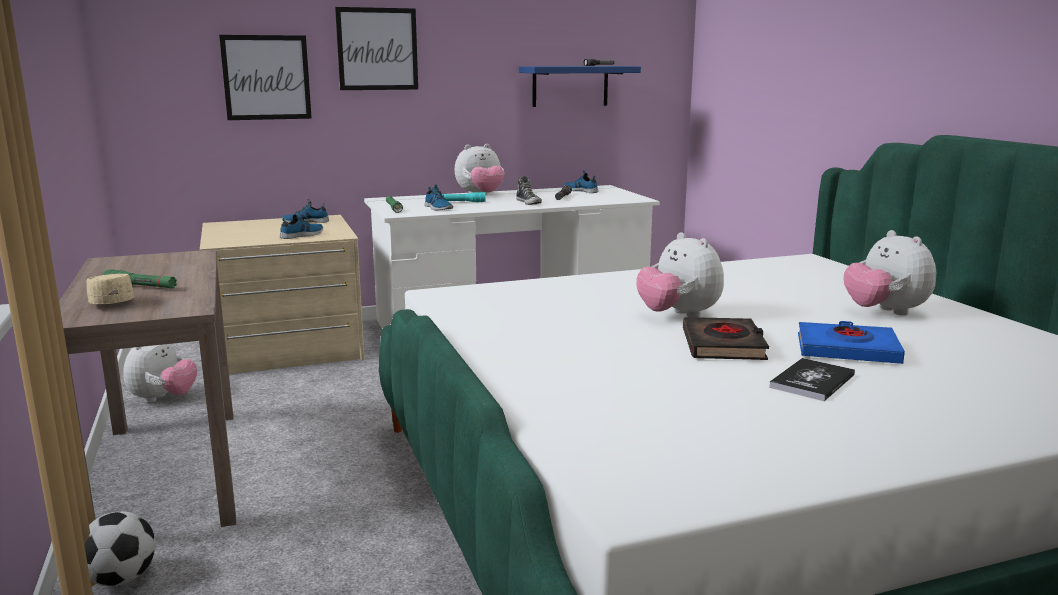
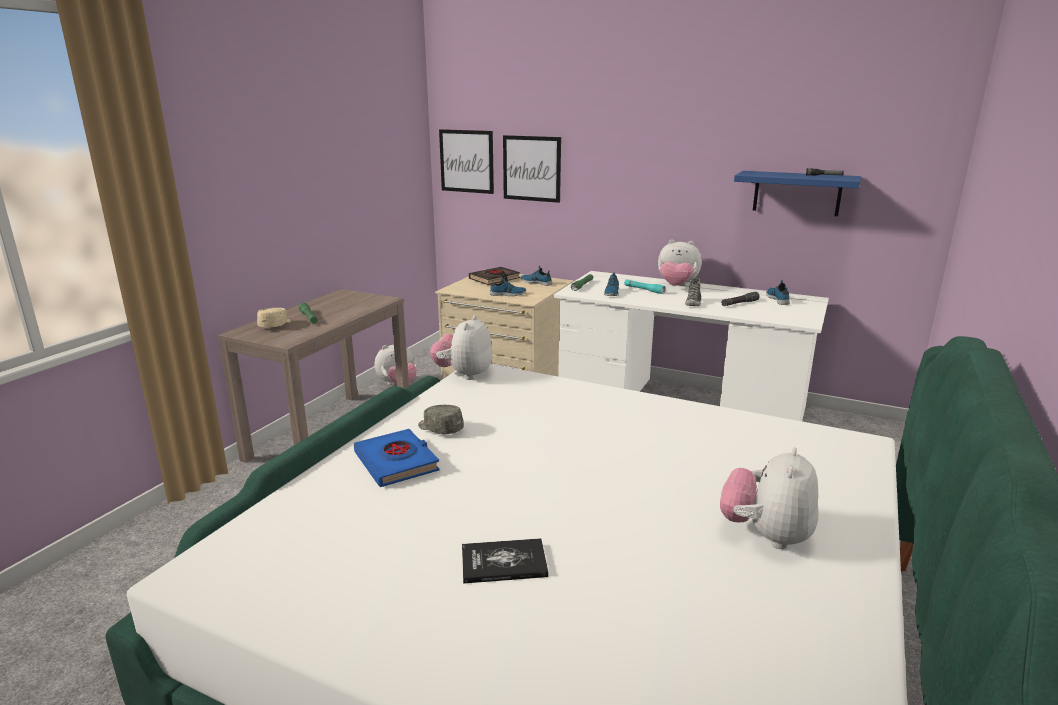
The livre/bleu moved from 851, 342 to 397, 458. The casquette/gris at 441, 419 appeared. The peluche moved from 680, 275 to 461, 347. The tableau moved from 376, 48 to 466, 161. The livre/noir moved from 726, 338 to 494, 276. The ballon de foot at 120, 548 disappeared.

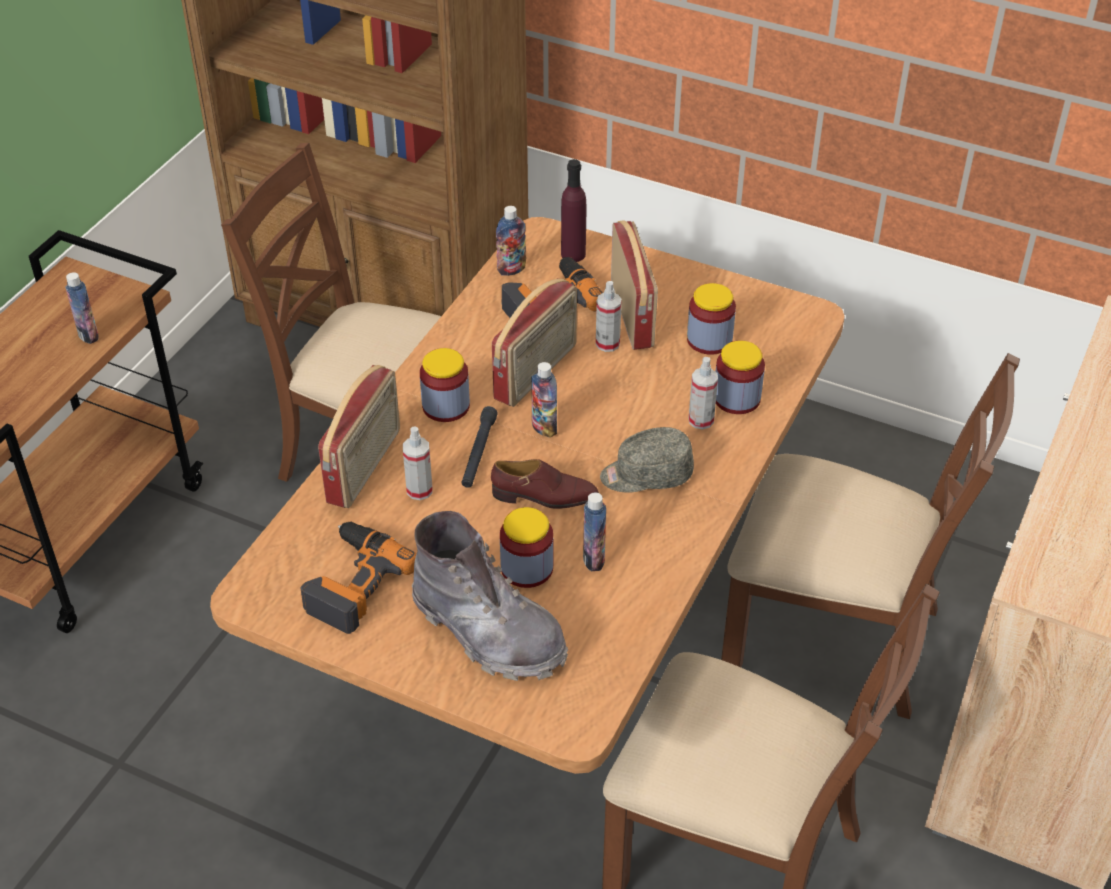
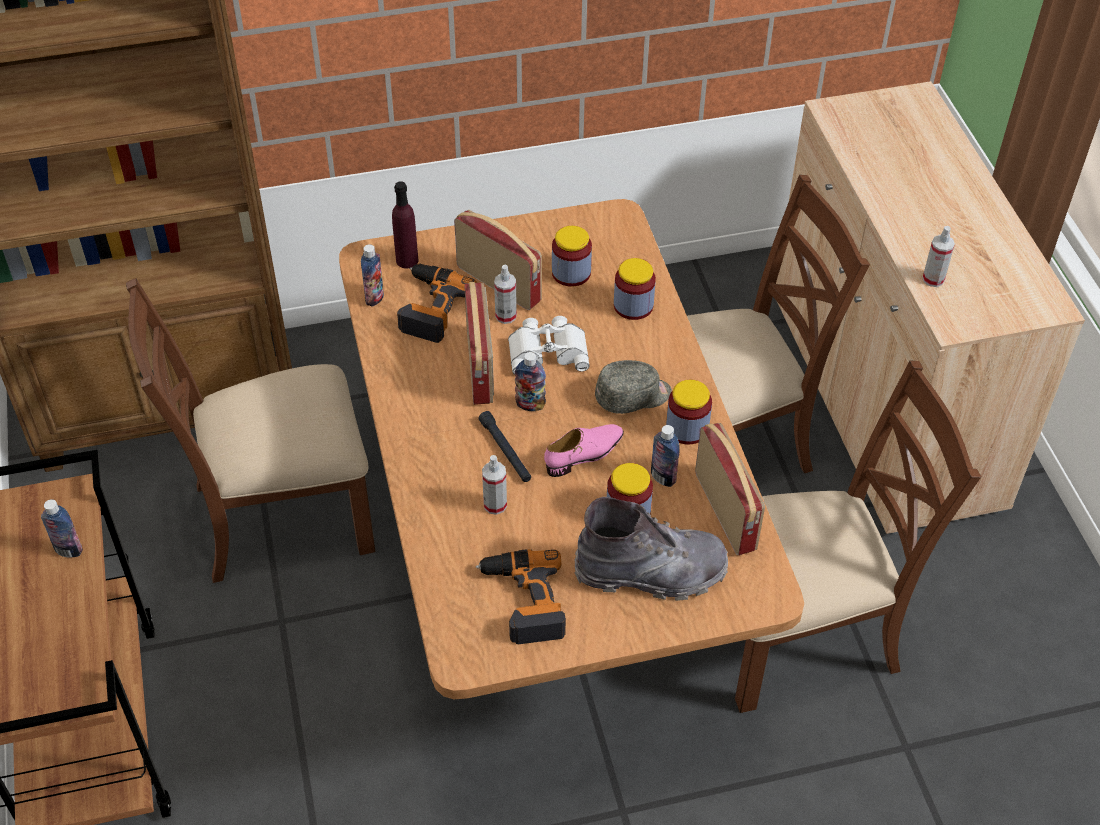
The jumelles/blanc at 548, 345 appeared. The chaussure/marron at 545, 484 became the chaussure/rose at 584, 450. The casquette/gris at 647, 460 turned 150 degrees counterclockwise. The bocal moved from 445, 385 to 689, 412. The radio moved from 359, 436 to 730, 489. The vaporisateur moved from 703, 393 to 938, 256.

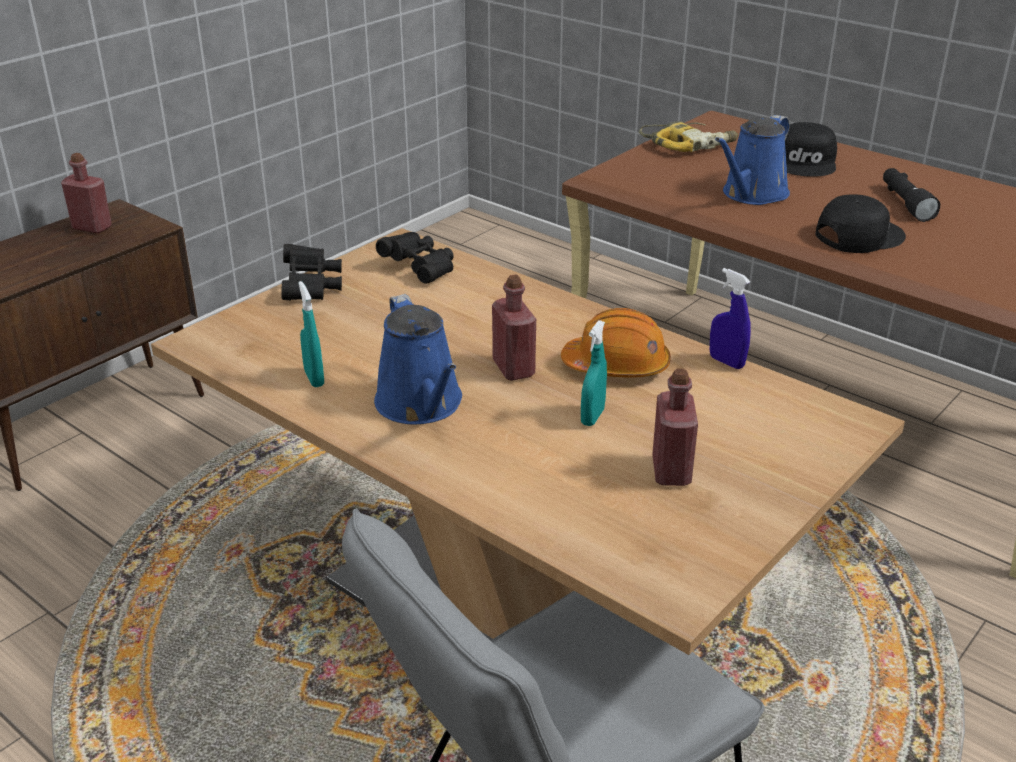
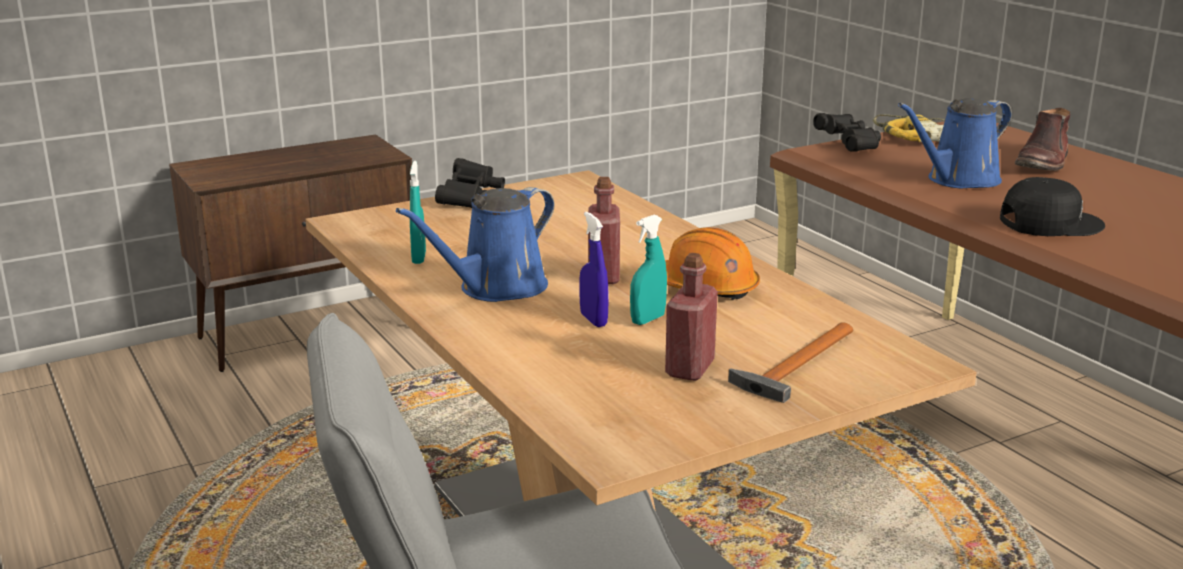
The arrosoir/bleu at 418, 359 turned 45 degrees clockwise. The vaporisateur/bleu moved from 730, 318 to 594, 269. The marteau at 790, 362 appeared. The jumelles/noir moved from 414, 258 to 847, 132. The casquette/noir at 811, 149 was replaced by the botte/marron at 1042, 139. The bouteille/rouge at 86, 193 disappeared. The lampe de poche/noir at 912, 195 disappeared.

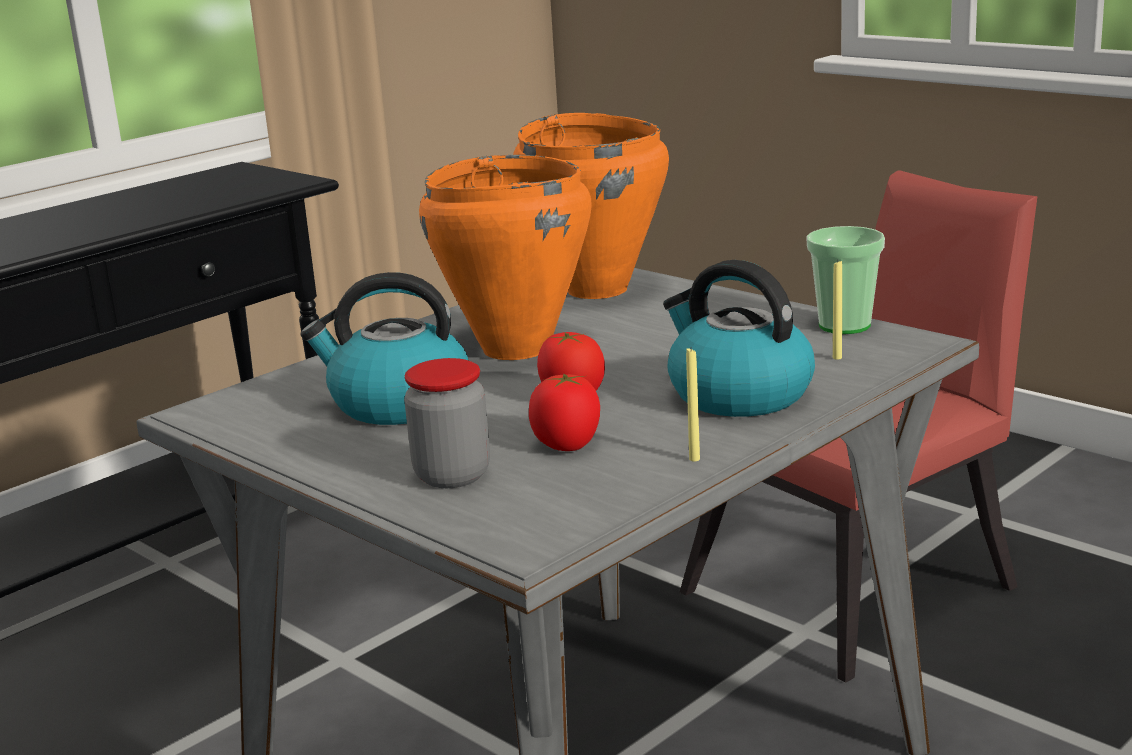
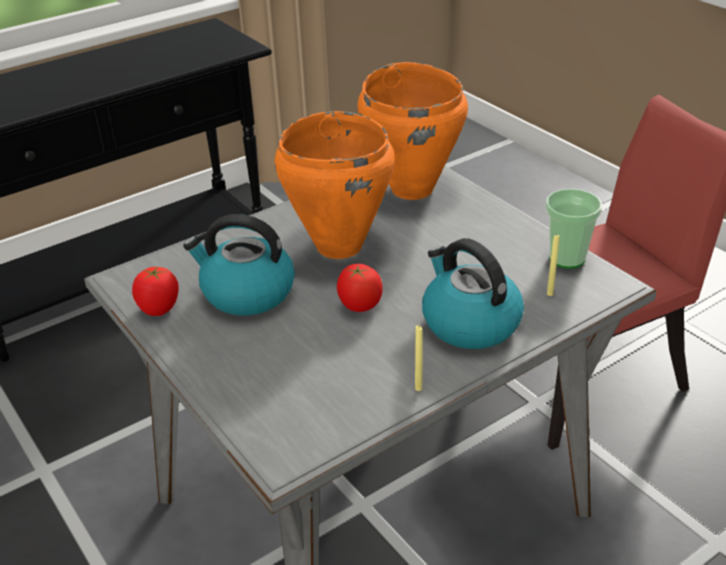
The tomate moved from 564, 412 to 155, 291. The bocal at 447, 423 disappeared.

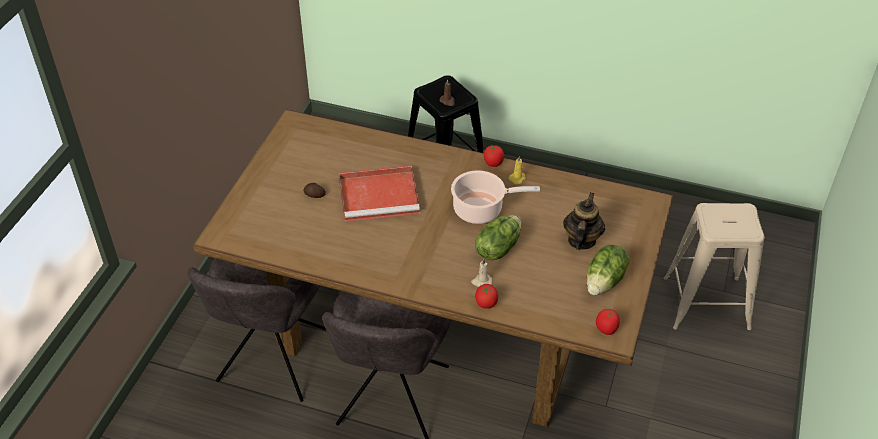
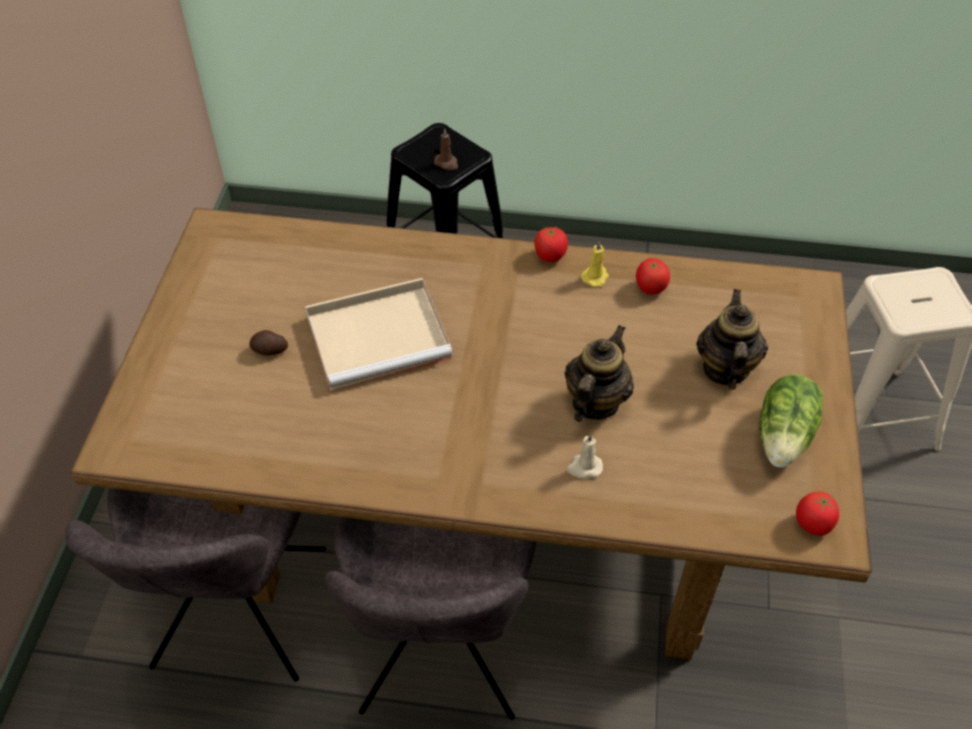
The plateau/rouge at 379, 193 became the plateau/beige at 378, 334. The laitue at 498, 237 was replaced by the théière at 599, 373. The tomate moved from 486, 296 to 653, 276. The marmite at 495, 197 disappeared.

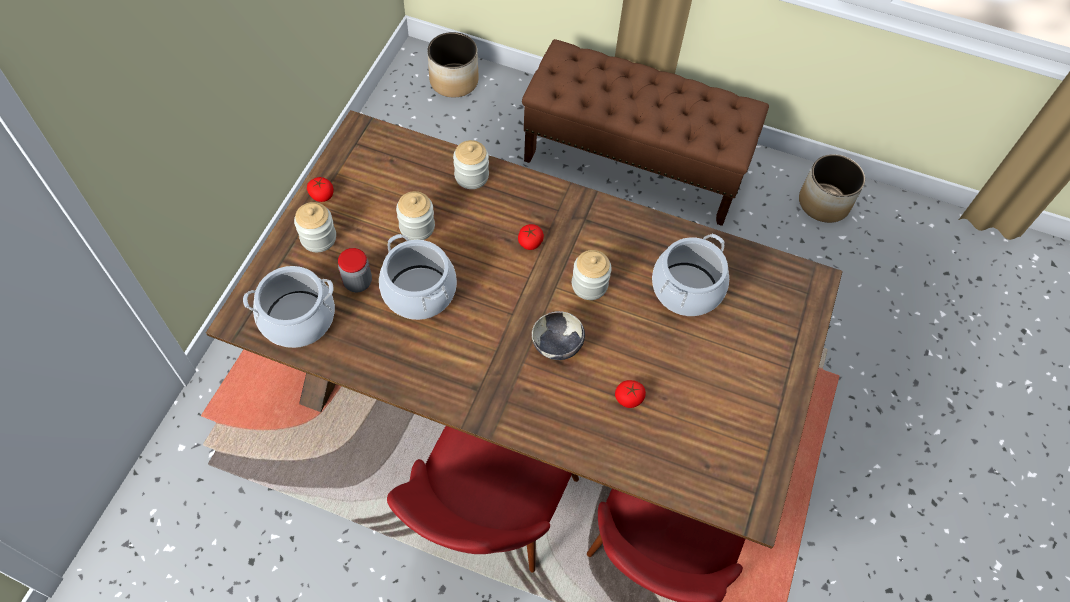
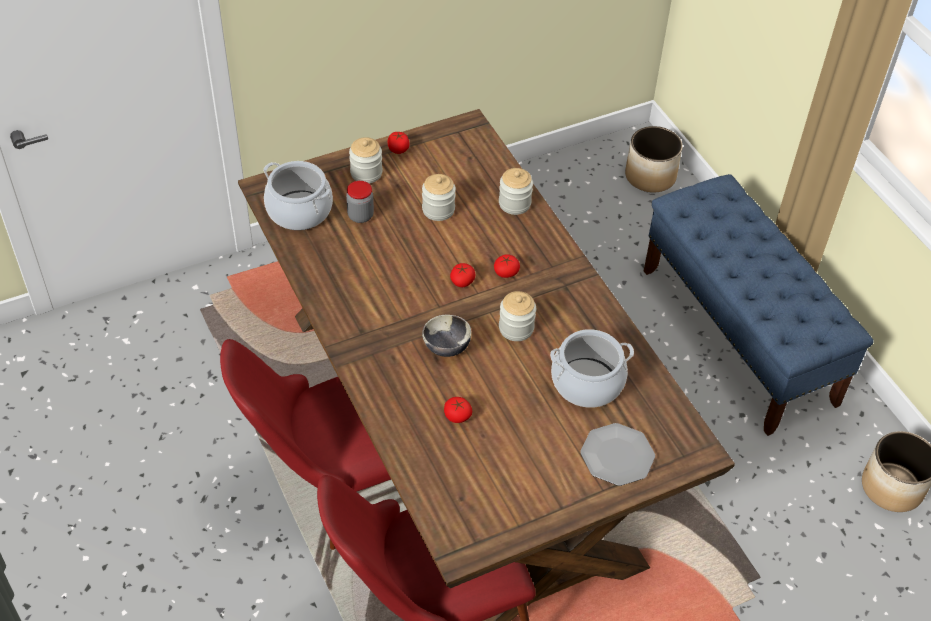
The tomate at 462, 275 appeared. The assiette at 617, 454 appeared. The banc/marron at 645, 132 became the banc/bleu at 759, 305. The marmite at 418, 277 disappeared.

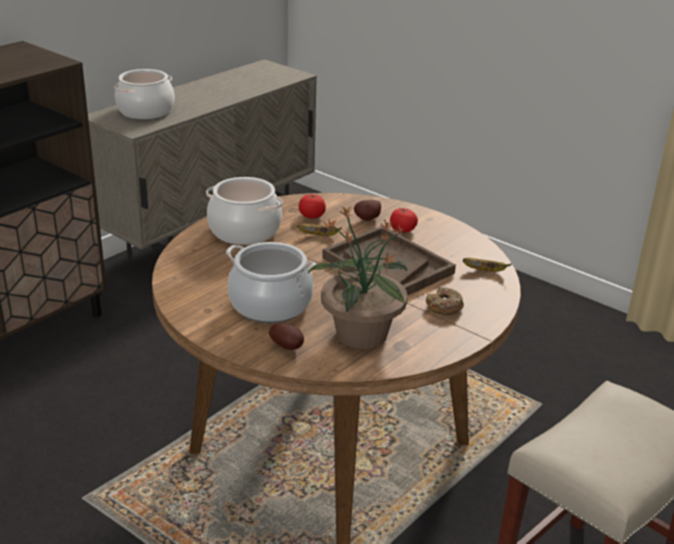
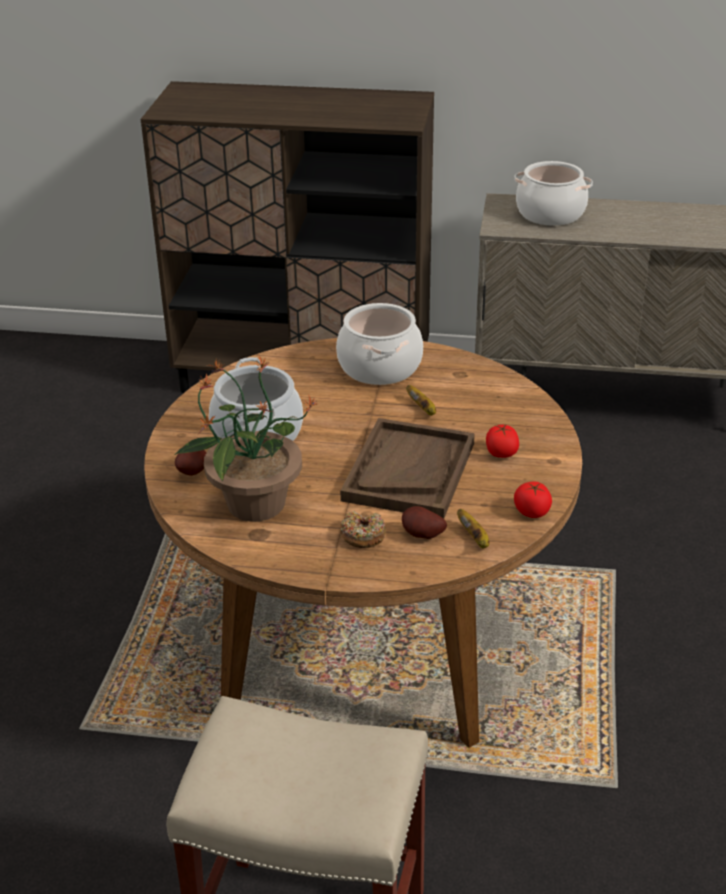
The pomme de terre moved from 367, 210 to 424, 522. The tomate moved from 312, 206 to 533, 499.

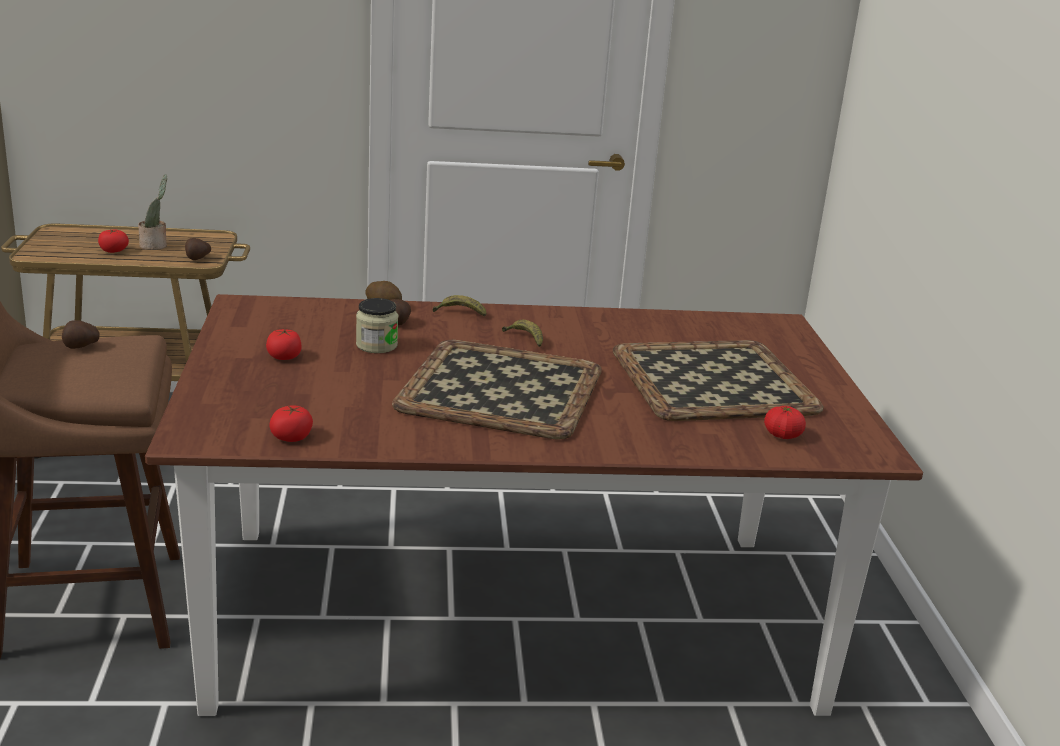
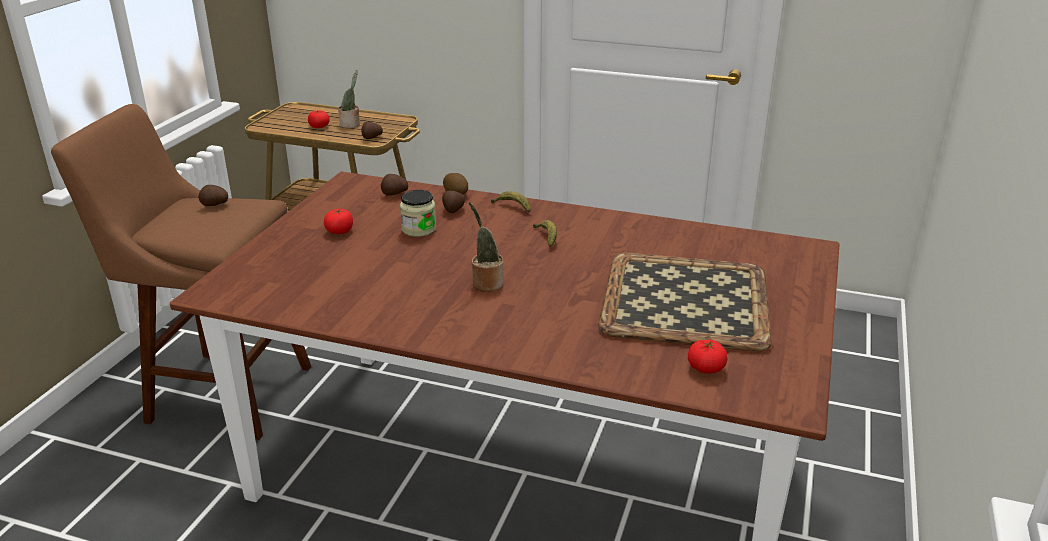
The pomme de terre at 394, 184 appeared. The plateau at 497, 390 was replaced by the plante en pot at 486, 246. The tomate at 291, 423 disappeared.

